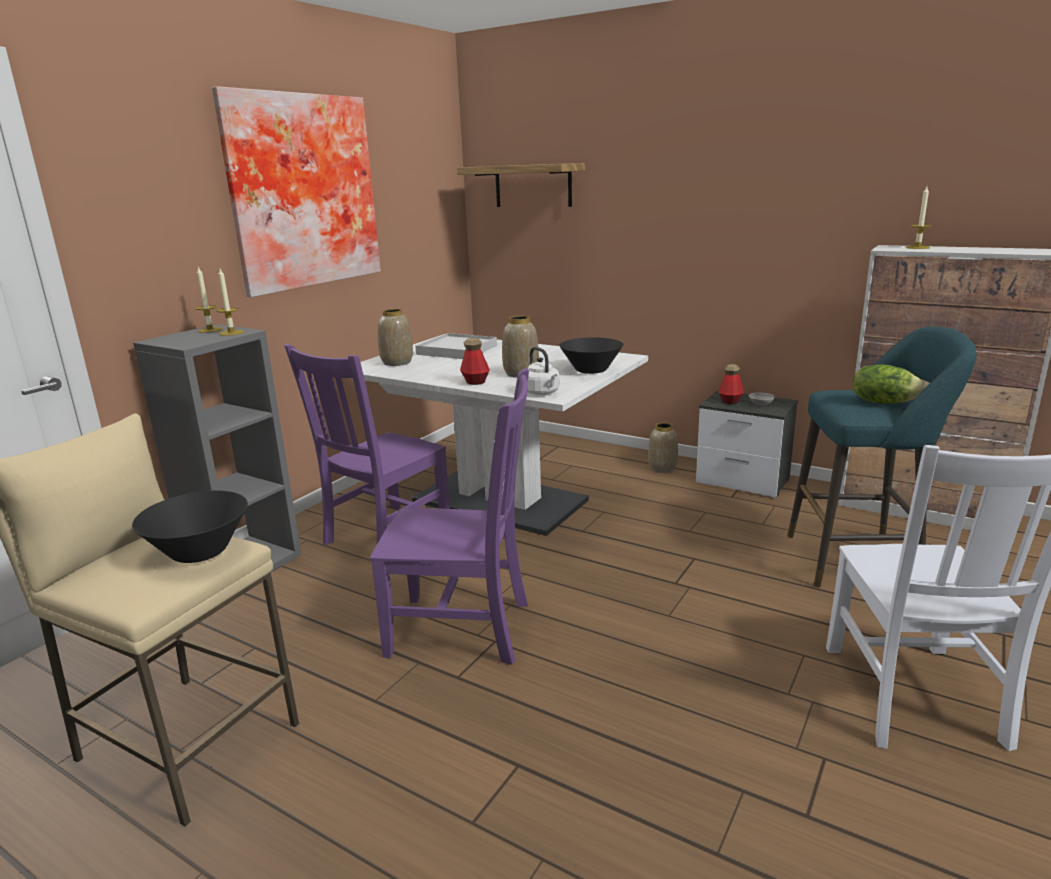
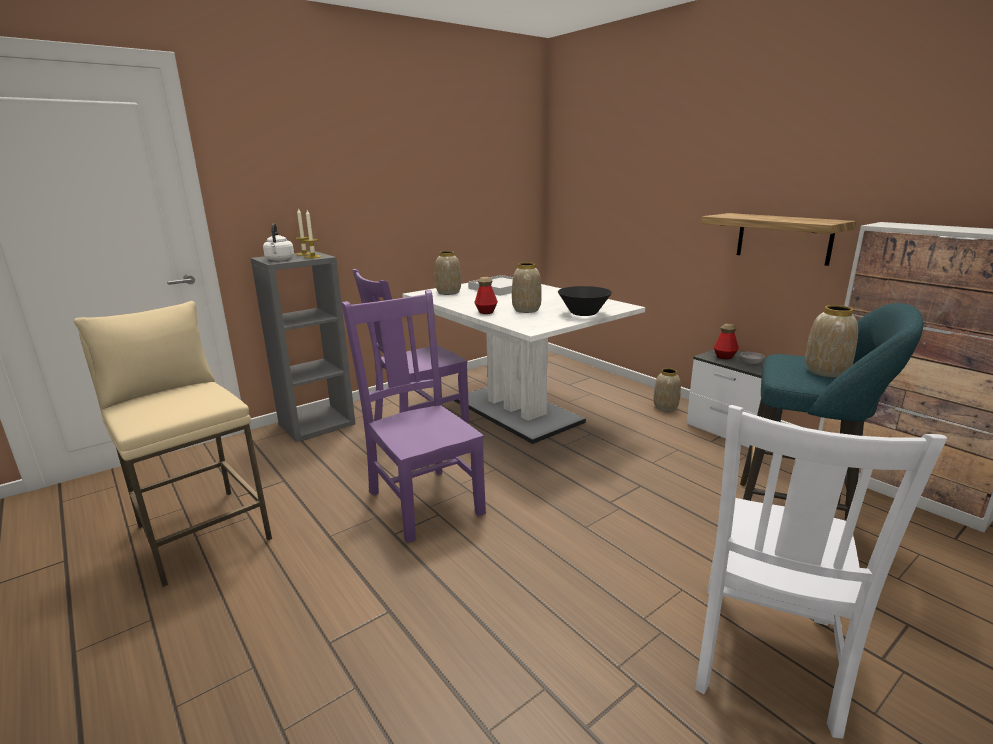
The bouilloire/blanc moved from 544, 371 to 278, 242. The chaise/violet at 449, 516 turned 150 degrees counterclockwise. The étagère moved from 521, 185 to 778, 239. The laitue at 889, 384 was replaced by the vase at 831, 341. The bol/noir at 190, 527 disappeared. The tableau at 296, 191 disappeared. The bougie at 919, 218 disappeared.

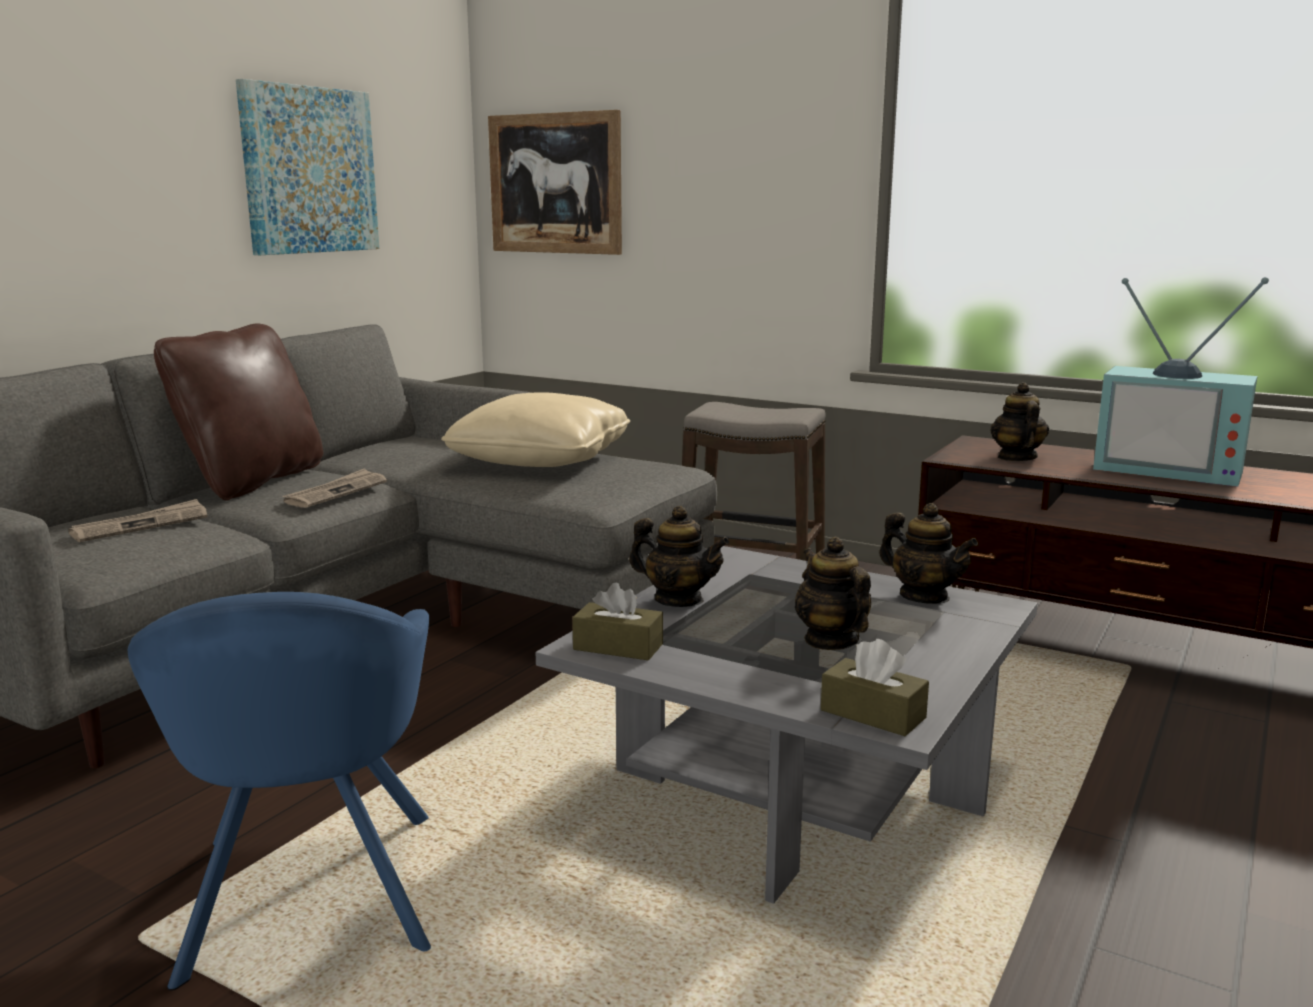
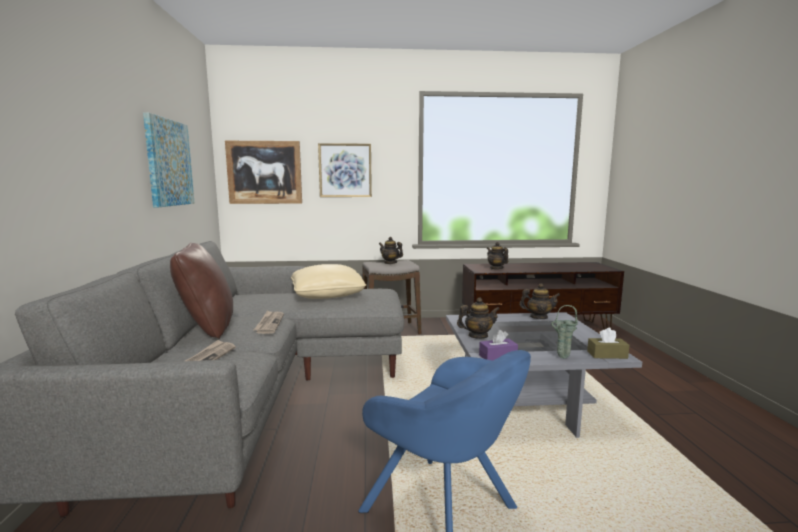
The tableau at 345, 170 appeared. The théière moved from 833, 593 to 391, 250. The boîte à mouchoirs/marron at 617, 621 became the boîte à mouchoirs/violet at 498, 345. The vase/vert at 564, 332 appeared. The téléviseur at 1181, 382 disappeared.

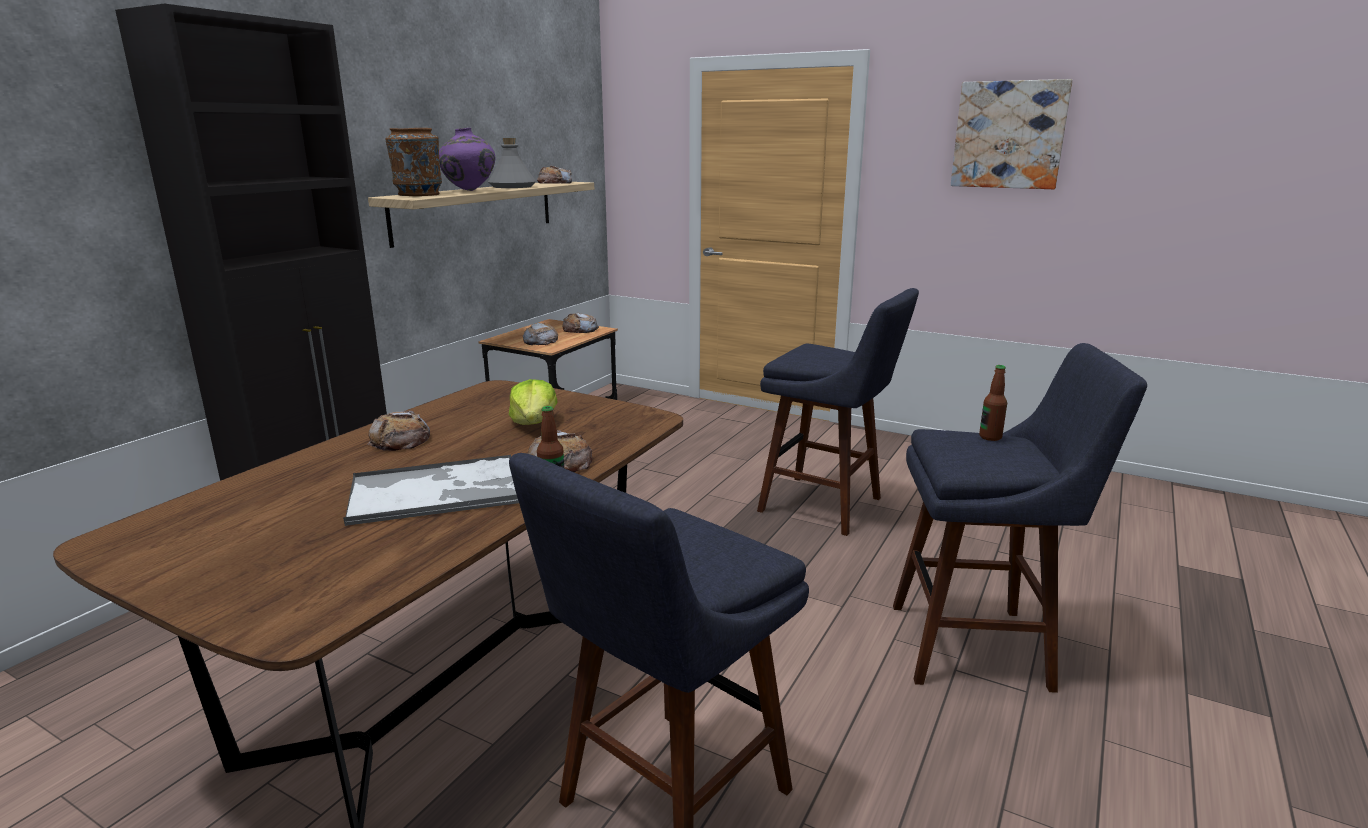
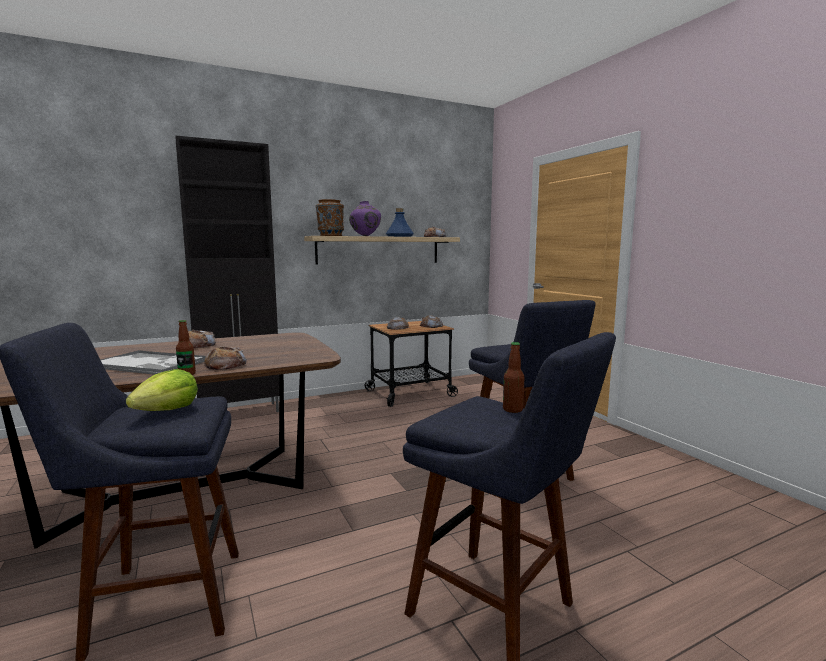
The laitue moved from 533, 402 to 162, 390. The bouteille/gris at 512, 163 became the bouteille/bleu at 400, 222. The tableau at 1012, 134 disappeared.

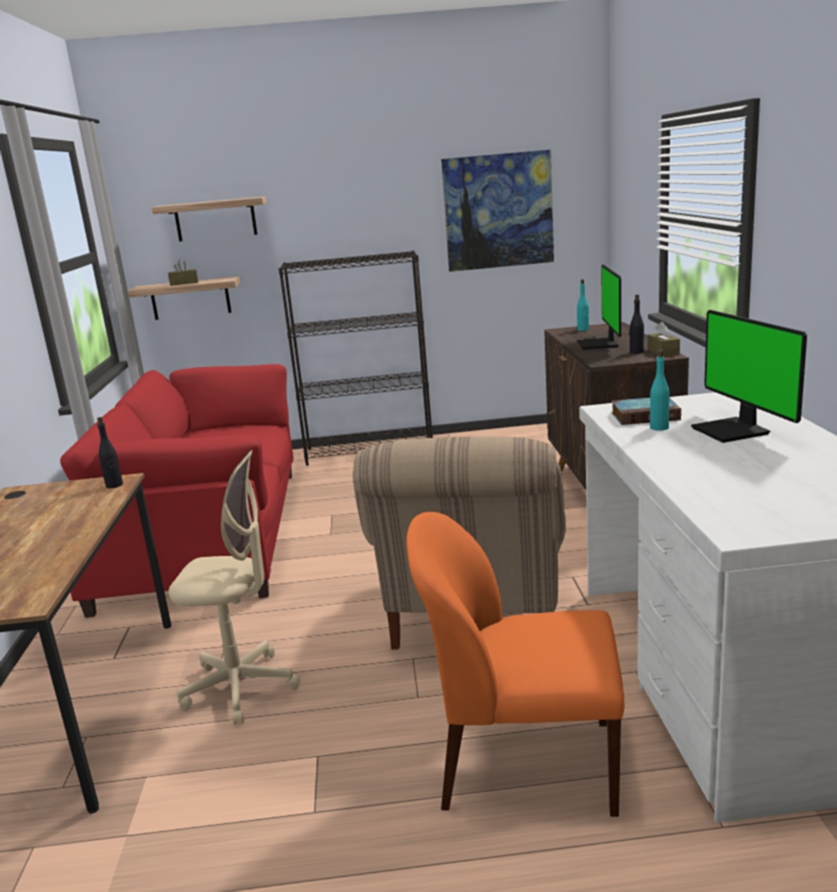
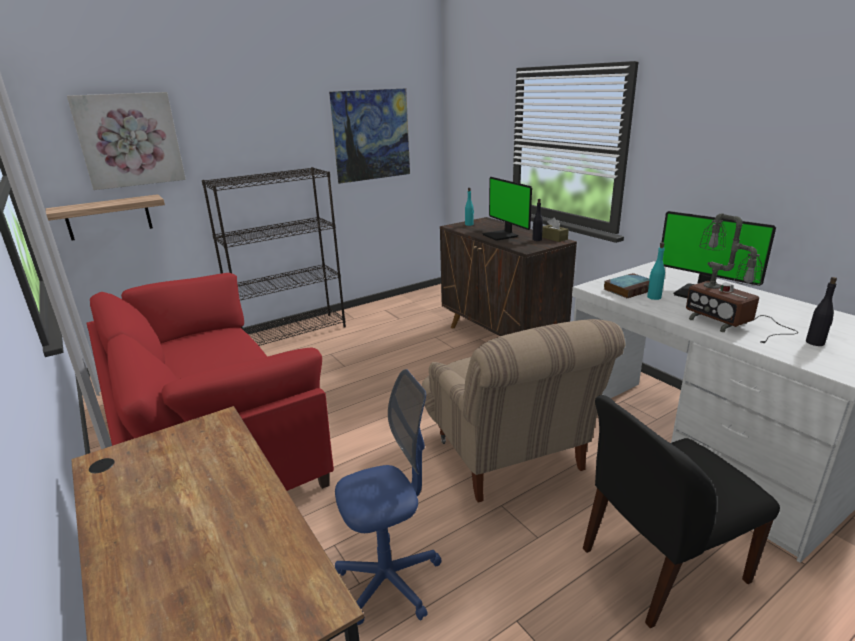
The étagère at 209, 219 was replaced by the tableau at 126, 141. The chaise de bureau/beige at 234, 587 became the chaise de bureau/bleu at 388, 497. The chaise/orange at 515, 664 became the chaise/noir at 681, 511. The lampe de table at 742, 278 appeared. The bouteille/noir moved from 110, 452 to 821, 311. The boîte à mouchoirs/marron at 183, 273 disappeared.

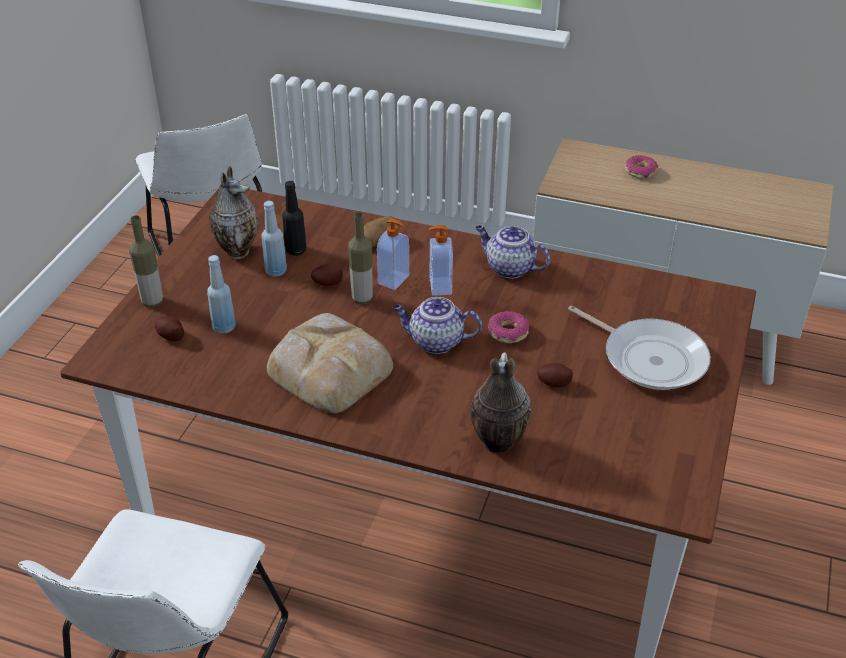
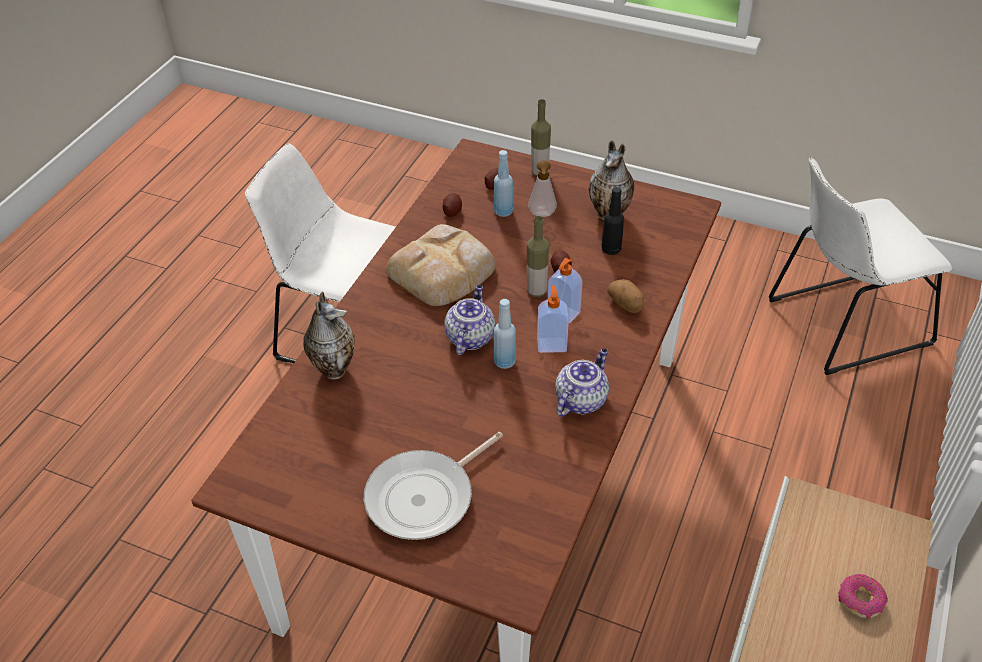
The pomme de terre moved from 555, 375 to 452, 205. The bouteille/bleu moved from 274, 239 to 505, 334. The distributeur de savon at 542, 188 appeared. The beignet at 508, 327 disappeared.

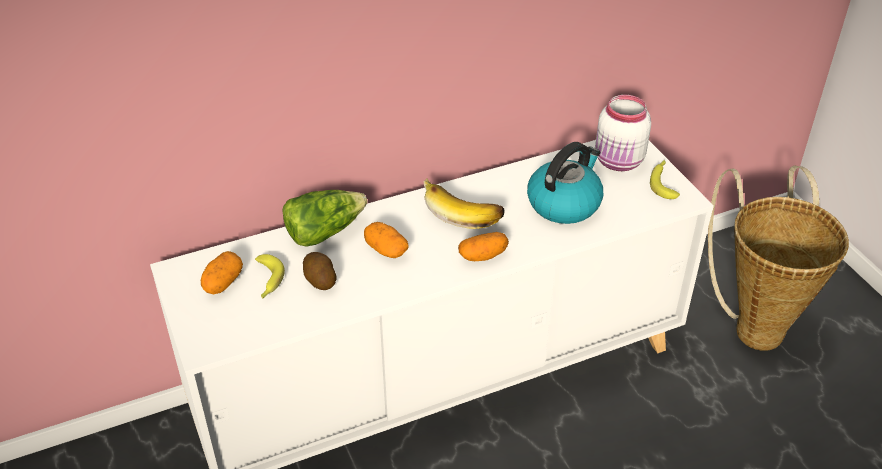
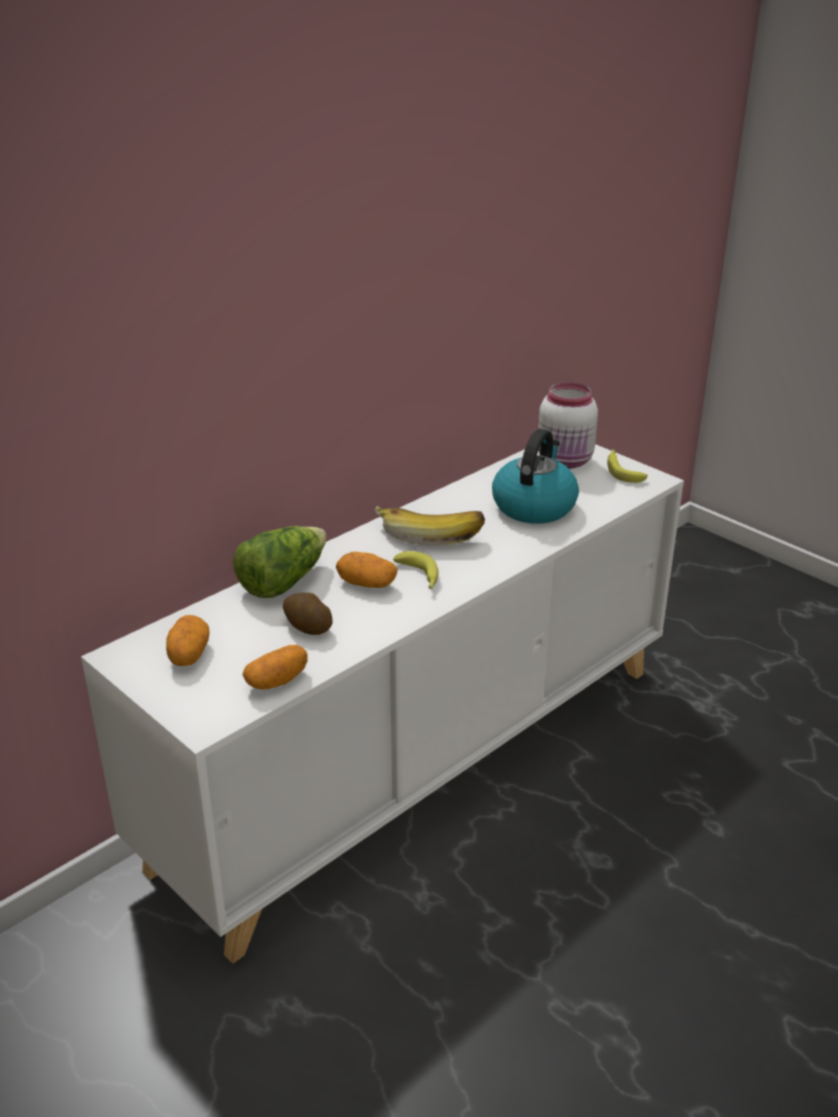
The pomme de terre moved from 483, 246 to 275, 667. The banane moved from 270, 276 to 415, 570. The panier at 778, 258 disappeared.

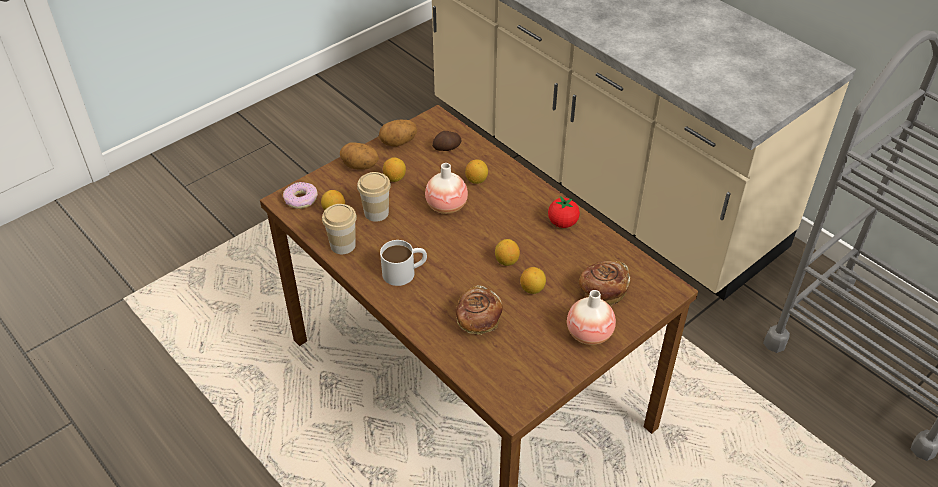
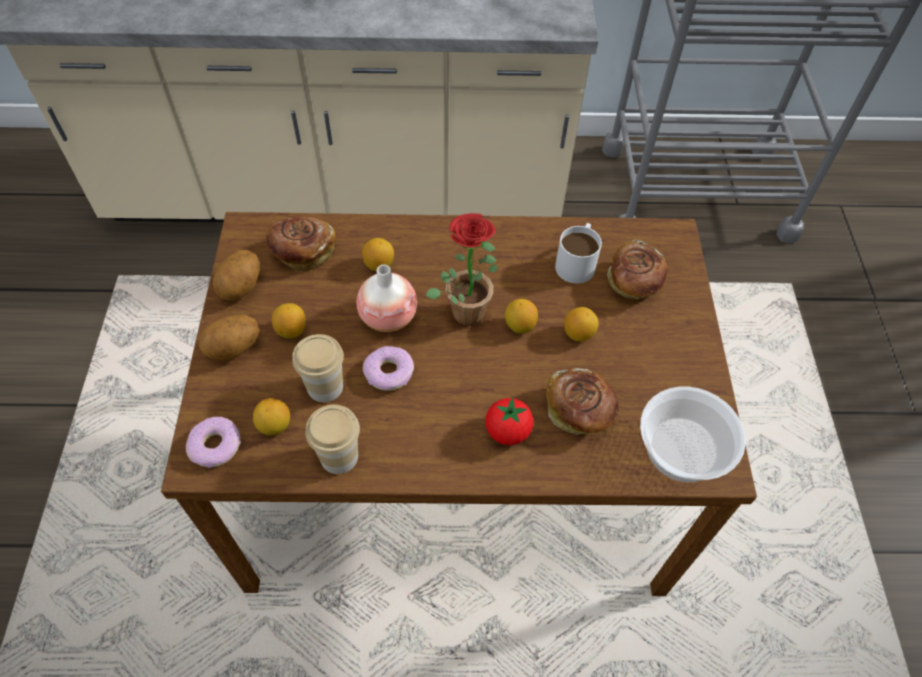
The pomme de terre at 446, 141 was replaced by the pain at 301, 244. The beignet at 388, 368 appeared. The plante en pot at 462, 269 appeared. The tomate moved from 564, 212 to 509, 421. The mug/blanc moved from 403, 263 to 578, 253. The bol at 693, 435 appeared. The vase at 591, 317 disappeared.

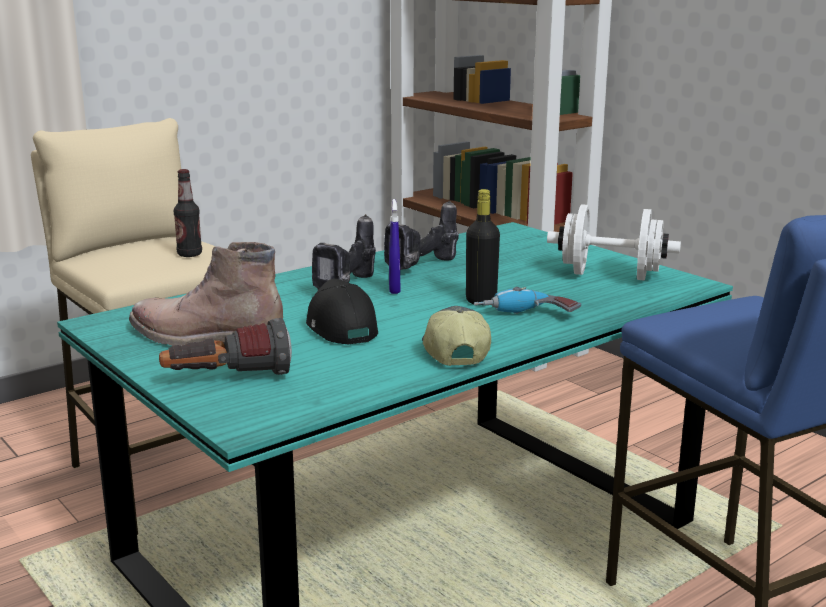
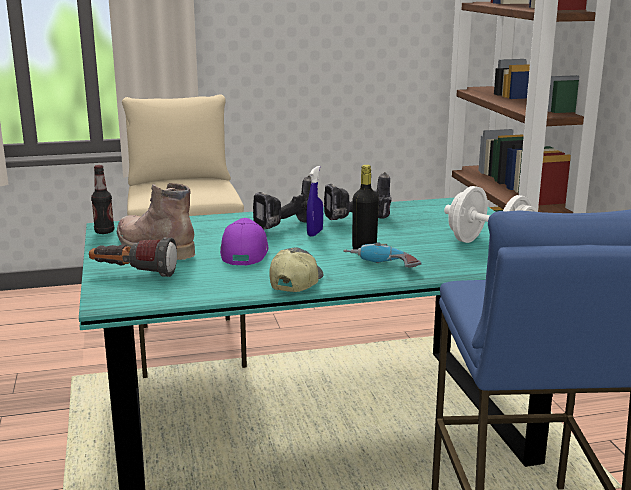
The bouteille moved from 188, 213 to 102, 199. The casquette/noir at 342, 311 became the casquette/violet at 244, 241.

